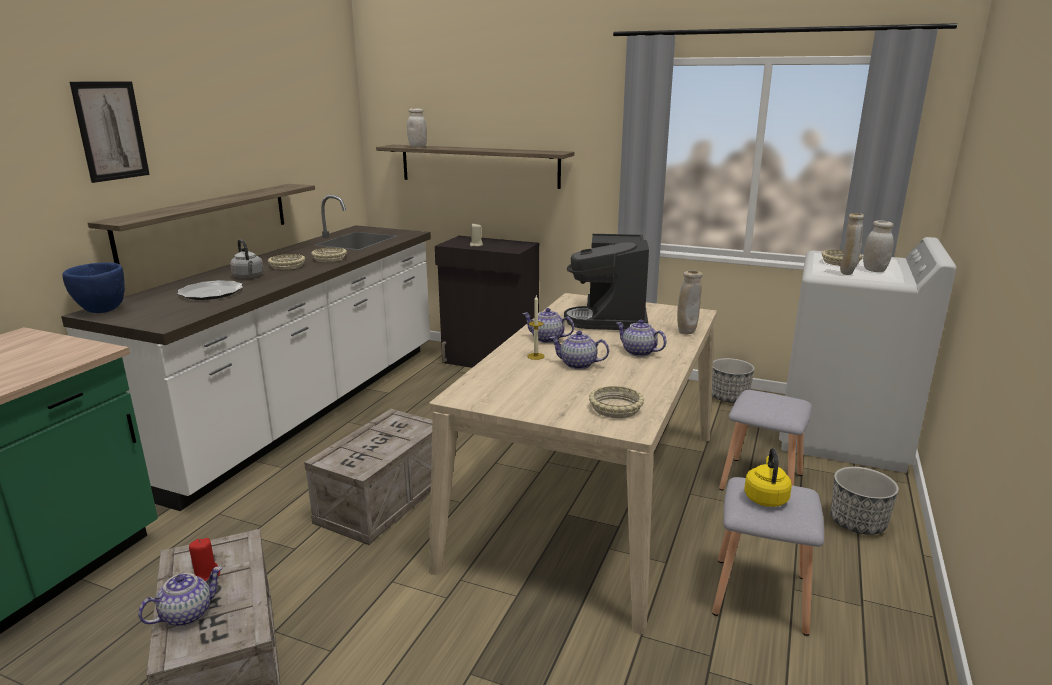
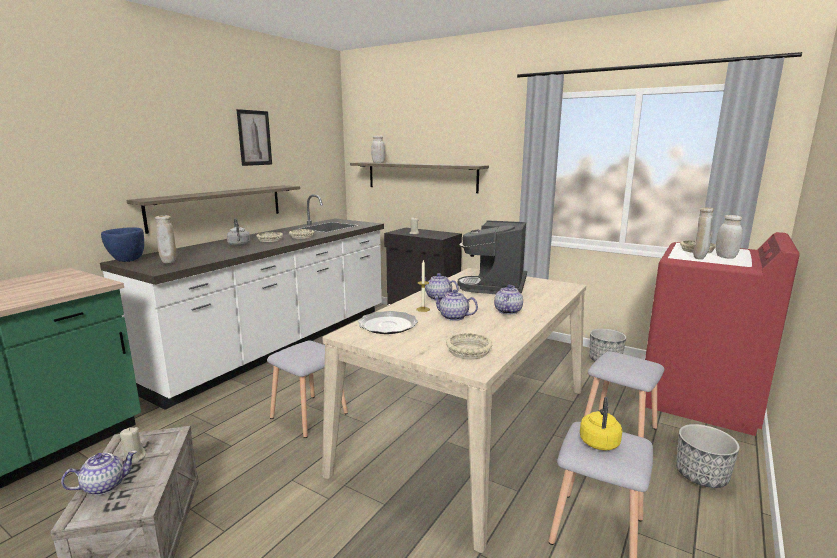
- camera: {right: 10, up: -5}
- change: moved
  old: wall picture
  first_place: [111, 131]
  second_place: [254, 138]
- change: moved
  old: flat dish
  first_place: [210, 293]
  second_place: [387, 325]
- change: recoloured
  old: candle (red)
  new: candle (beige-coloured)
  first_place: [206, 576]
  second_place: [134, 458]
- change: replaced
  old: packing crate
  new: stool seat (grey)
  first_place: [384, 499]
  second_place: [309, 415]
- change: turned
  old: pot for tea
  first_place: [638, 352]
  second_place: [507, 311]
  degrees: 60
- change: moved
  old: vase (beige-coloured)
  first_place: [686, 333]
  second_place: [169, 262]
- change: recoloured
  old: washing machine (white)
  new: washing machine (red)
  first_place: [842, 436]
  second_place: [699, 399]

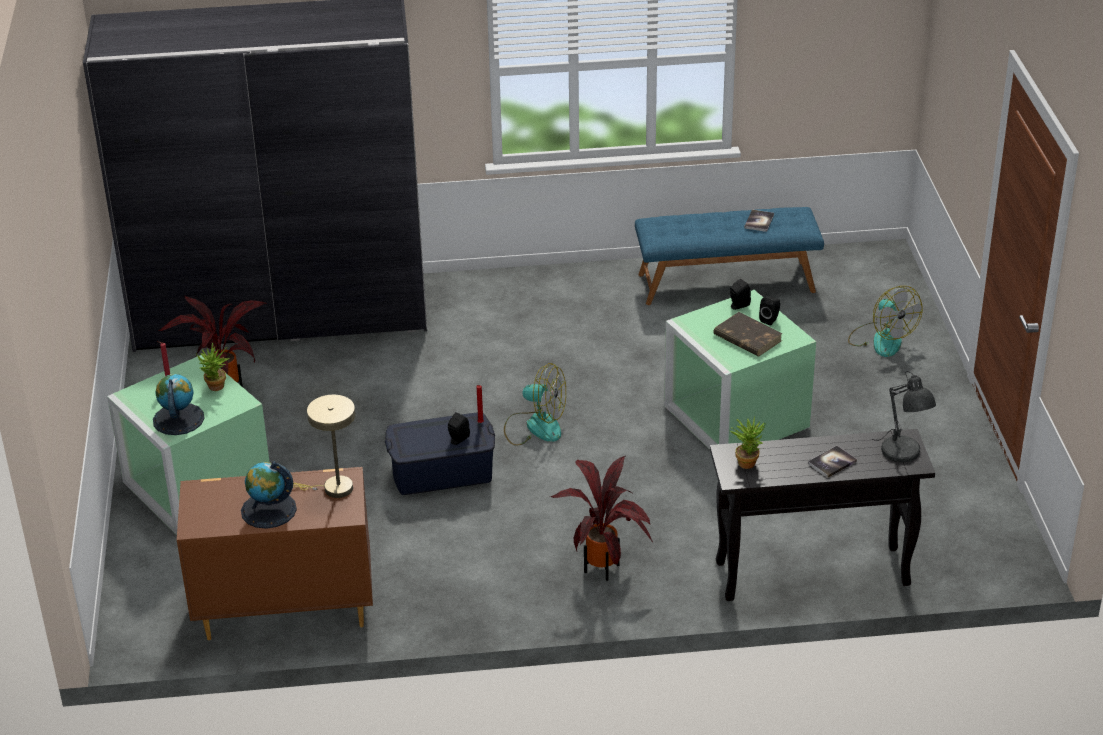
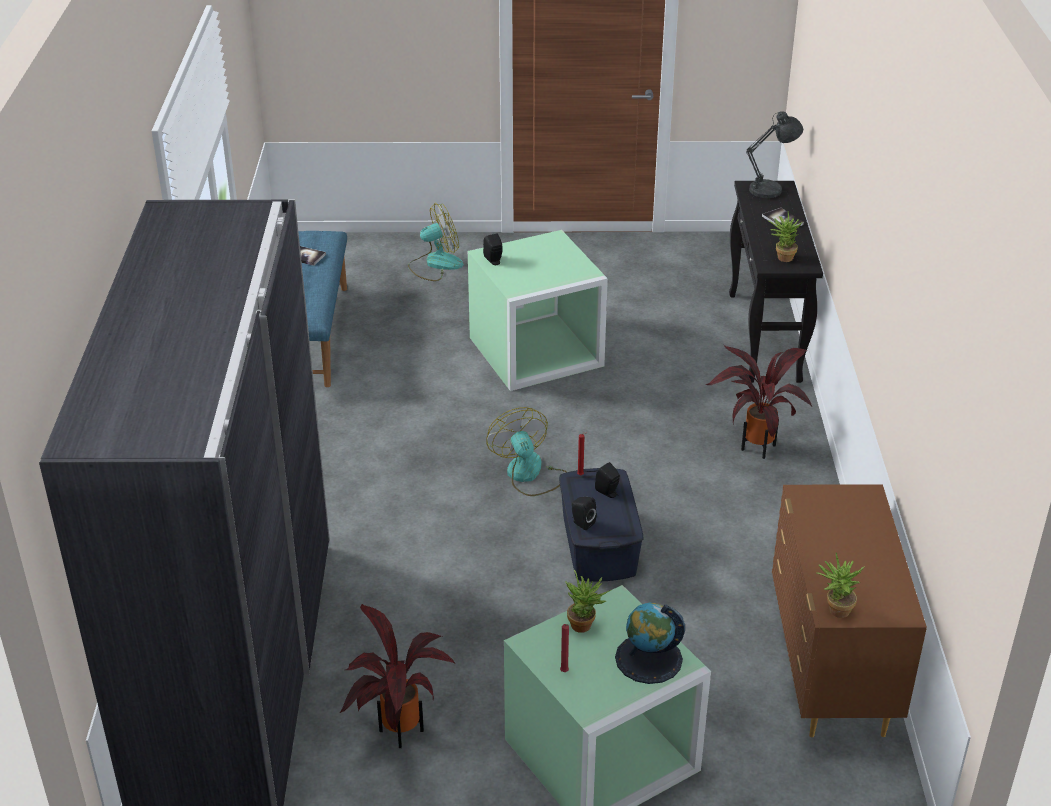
- camera: {right: -85, up: 0}
- change: removed
  old: world globe
  first_place: [268, 510]
- change: removed
  old: lamp for a table (beige-coloured)
  first_place: [333, 489]
- change: turned
  old: electric fan
  first_place: [535, 426]
  second_place: [529, 475]
  degrees: -45
- change: removed
  old: book (brown-coloured)
  first_place: [747, 337]
- change: moved
  old: speaker (blackish)
  first_place: [770, 320]
  second_place: [581, 523]
- change: added
  new: potted plant
  second_place: [835, 610]

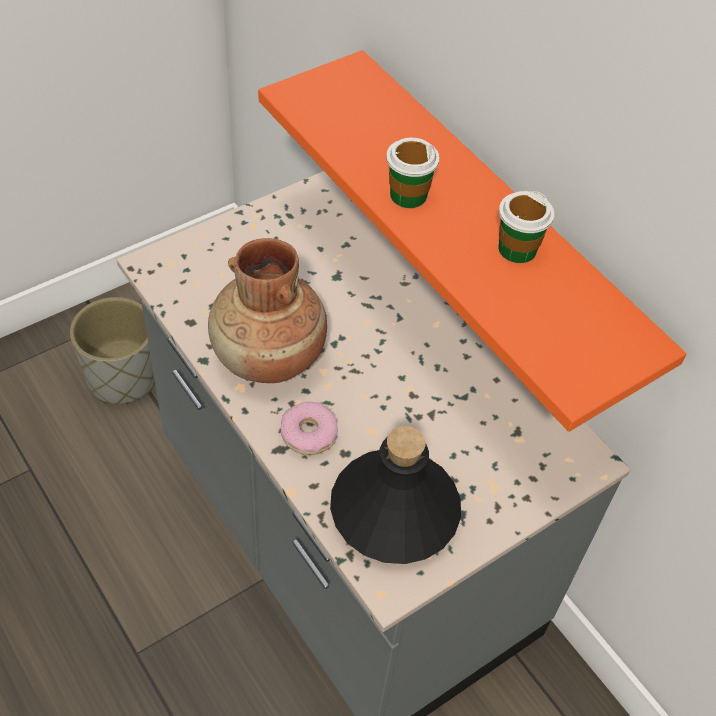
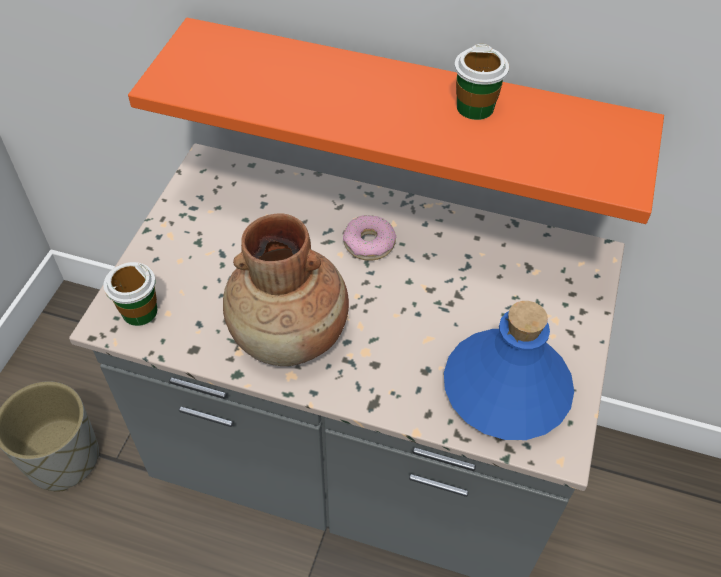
- camera: {right: -35, up: 0}
- change: moved
  old: donut
  first_place: [309, 433]
  second_place: [369, 243]
- change: recoloured
  old: drink bottle (blackish)
  new: drink bottle (bluish)
  first_place: [395, 510]
  second_place: [506, 388]
- change: moved
  old: drinking cup
  first_place: [408, 195]
  second_place: [139, 311]

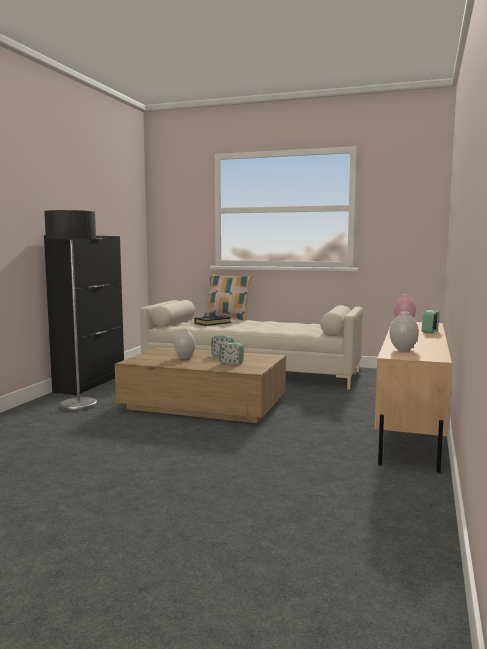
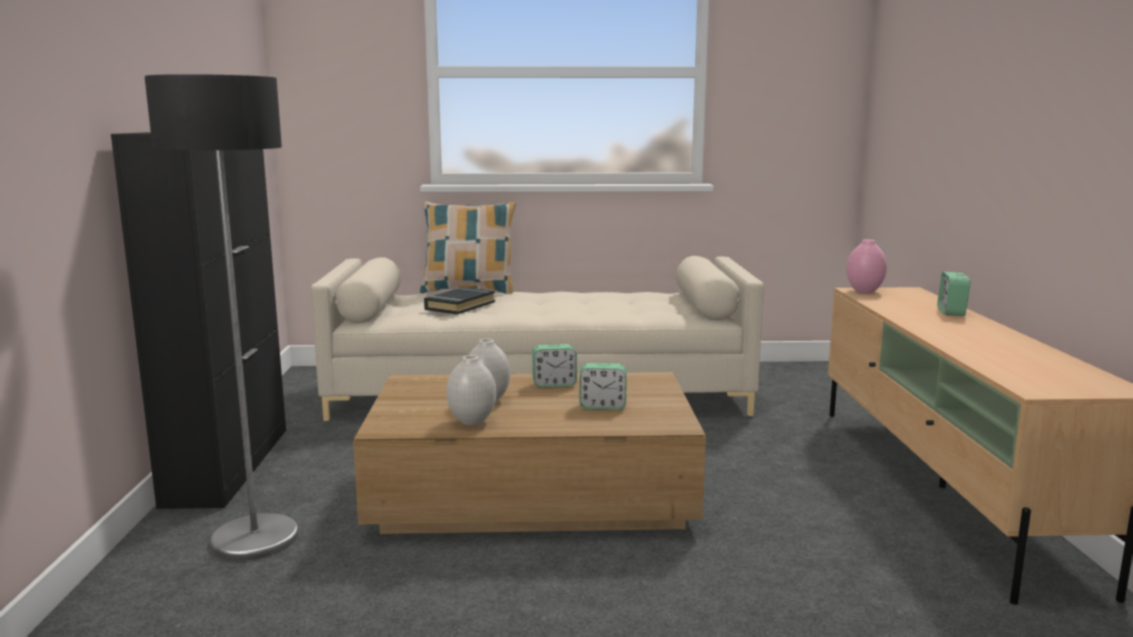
- camera: {right: -20, up: 5}
- change: moved
  old: vase (white)
  first_place: [403, 349]
  second_place: [472, 421]

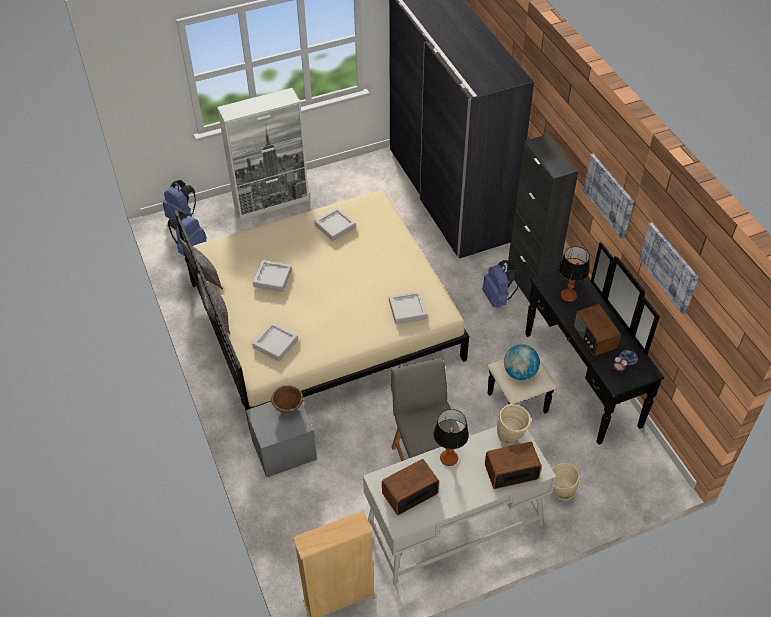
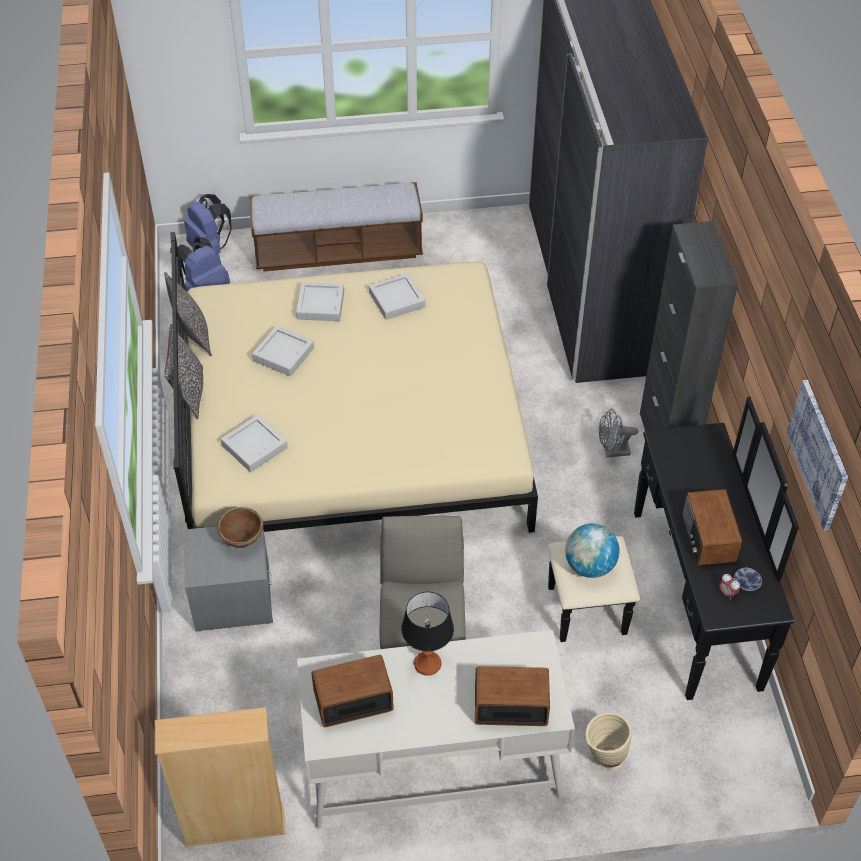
- camera: {right: 15, up: 0}
- change: replaced
  old: storage cabinet (white)
  new: long seat
  first_place: [272, 202]
  second_place: [338, 251]
- change: moved
  old: carrying tray (grey)
  first_place: [407, 310]
  second_place: [320, 305]
- change: replaced
  old: knapsack (bluish)
  new: electric fan (grey)
  first_place: [498, 298]
  second_place: [612, 452]
- change: removed
  old: vase (beige-coloured)
  first_place: [511, 437]
- change: removed
  old: lamp for a table
  first_place: [568, 295]
- change: removed
  old: wall picture
  first_place: [609, 195]

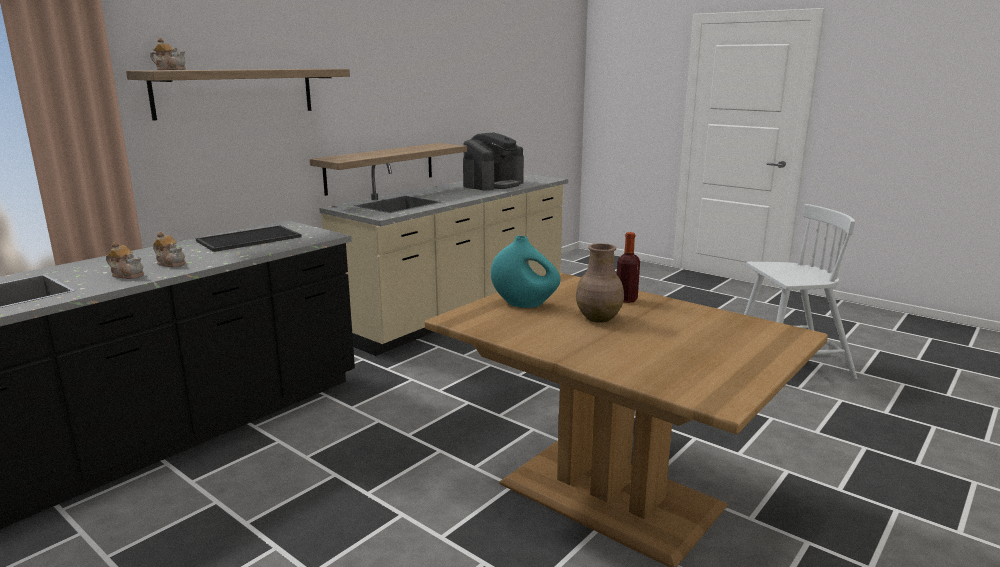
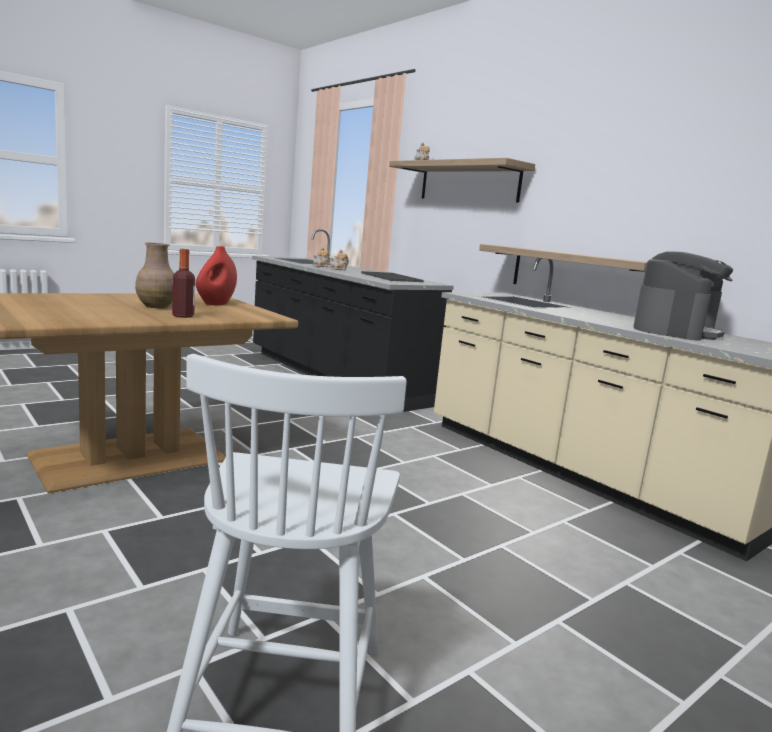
- camera: {right: 100, up: -5}
- change: turned
  old: coffee maker
  first_place: [493, 184]
  second_place: [675, 331]
  degrees: -105
- change: recoloured
  old: vase (blue-green)
  new: vase (red)
  first_place: [524, 304]
  second_place: [216, 304]

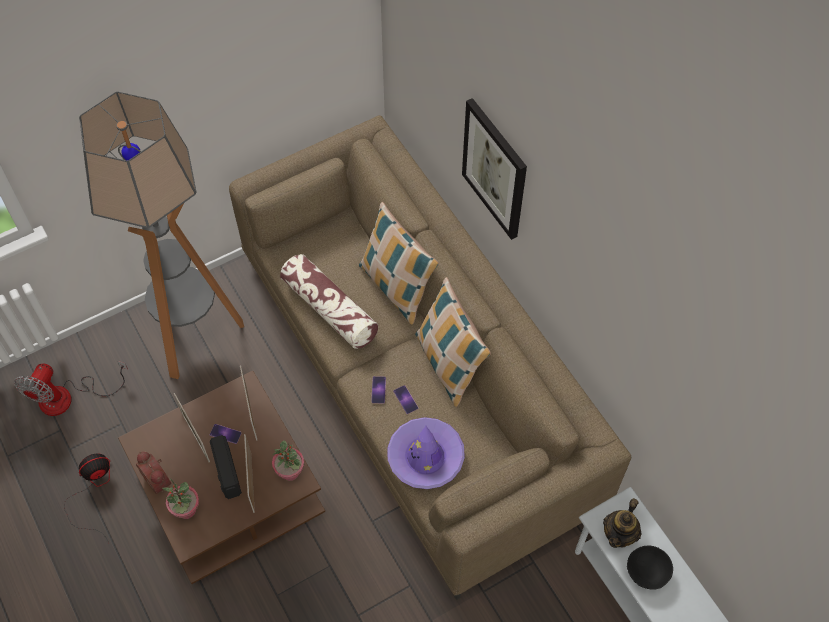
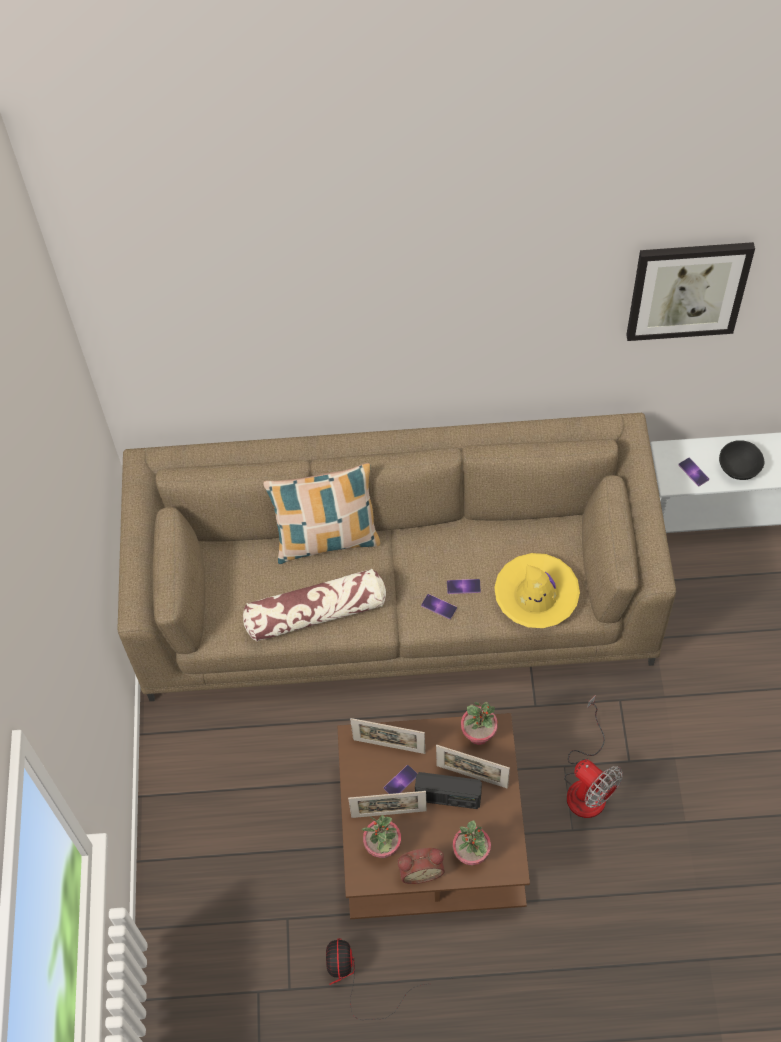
- camera: {right: -60, up: 0}
- change: moved
  old: electric fan
  first_place: [68, 397]
  second_place: [587, 784]
- change: removed
  old: floor lamp
  first_place: [192, 334]
- change: recoloured
  old: hat (purple-coloured)
  new: hat (yellowish)
  first_place: [426, 457]
  second_place: [536, 595]
- change: removed
  old: throw pillow
  first_place: [449, 364]
- change: moved
  old: wall picture
  first_place: [495, 169]
  second_place: [687, 290]
- change: replaced
  old: pot for tea
  new: phone
  first_place: [619, 534]
  second_place: [693, 472]
- change: added
  new: potted plant
  second_place: [383, 847]

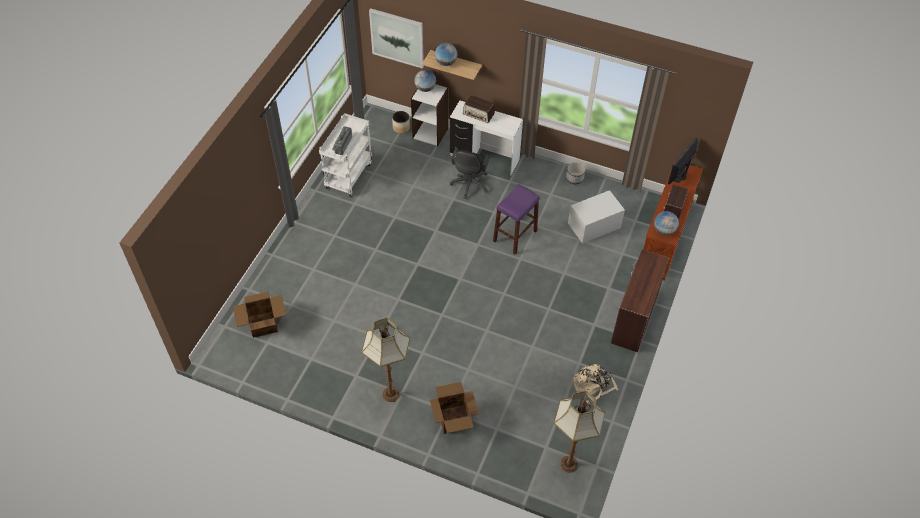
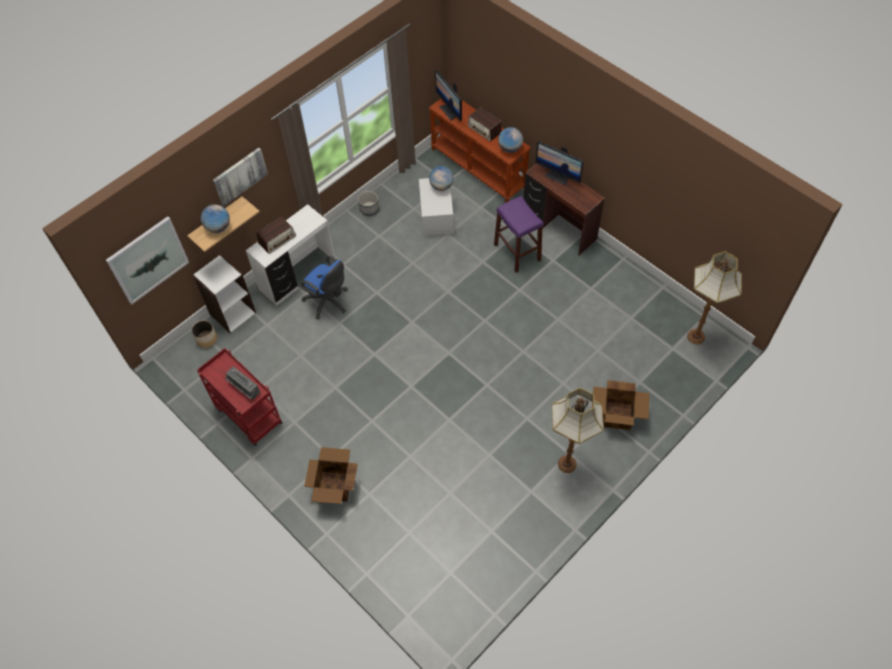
- camera: {right: -65, up: 5}
- change: moved
  old: packing box
  first_place: [262, 324]
  second_place: [334, 487]
- change: recoloured
  old: wheeled cart (white)
  new: wheeled cart (red)
  first_place: [348, 175]
  second_place: [247, 415]
- change: moved
  old: world globe
  first_place: [425, 88]
  second_place: [441, 186]
- change: recoloured
  old: computer chair (blackish)
  new: computer chair (bluish)
  first_place: [469, 185]
  second_place: [328, 302]
- change: moved
  old: stool seat (purple-coloured)
  first_place: [515, 236]
  second_place: [517, 252]
- change: removed
  old: knapsack (beige-coloured)
  first_place: [593, 386]
- change: added
  new: wall picture
  second_place: [240, 176]
- change: added
  new: computer display
  second_place: [558, 176]

